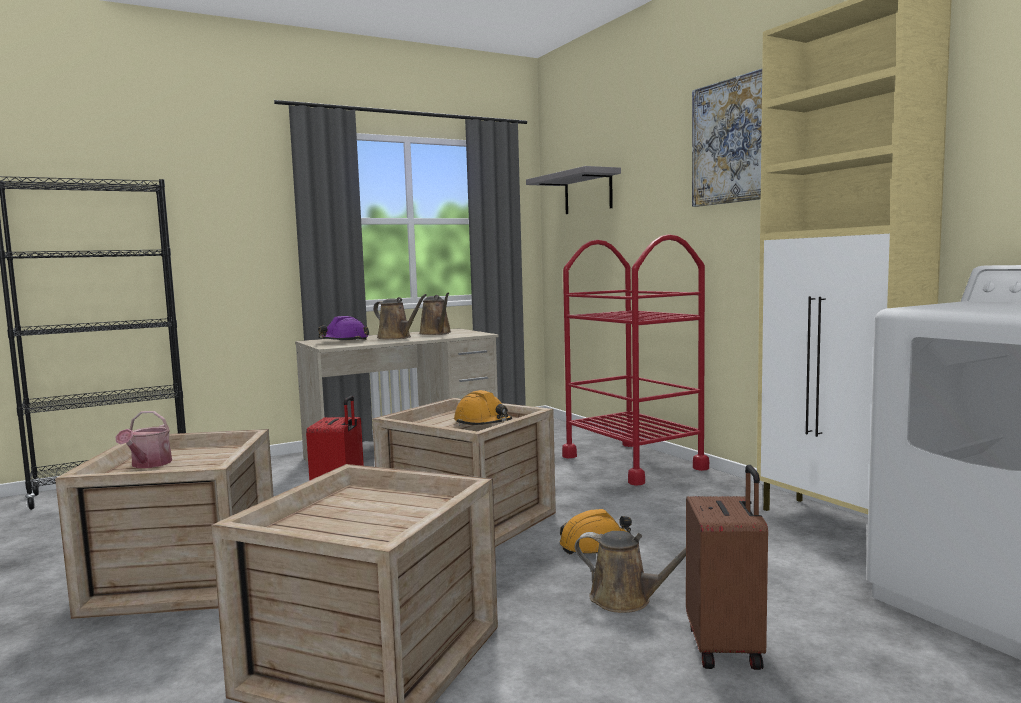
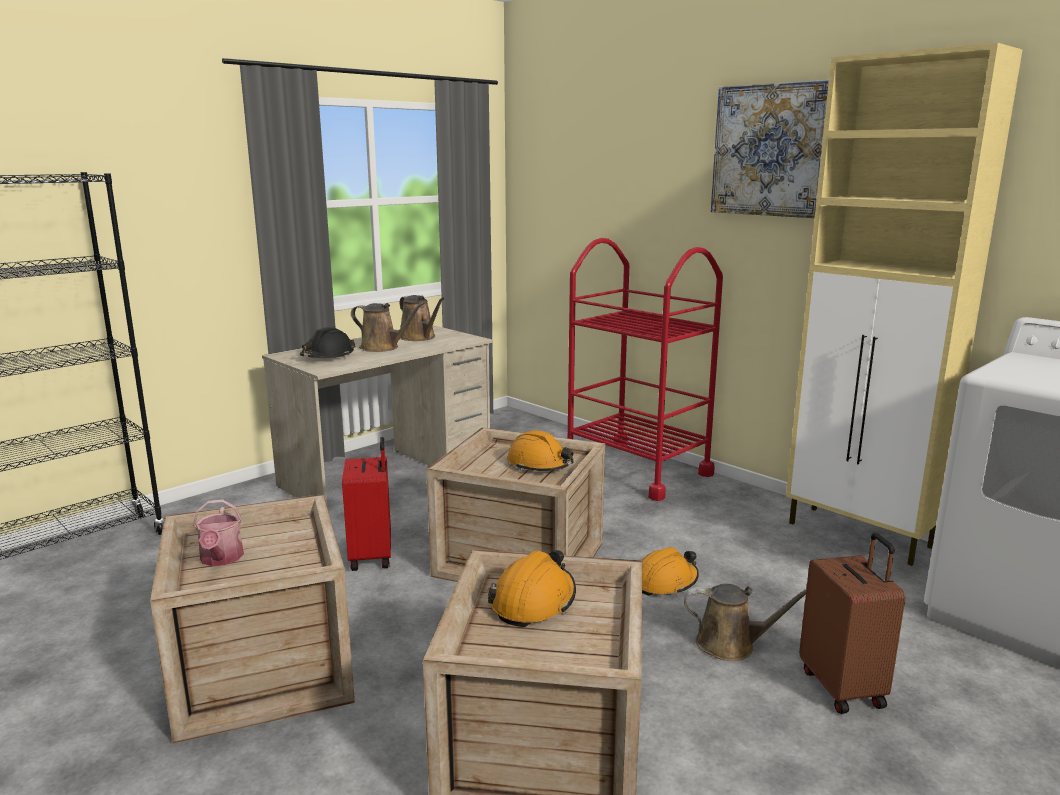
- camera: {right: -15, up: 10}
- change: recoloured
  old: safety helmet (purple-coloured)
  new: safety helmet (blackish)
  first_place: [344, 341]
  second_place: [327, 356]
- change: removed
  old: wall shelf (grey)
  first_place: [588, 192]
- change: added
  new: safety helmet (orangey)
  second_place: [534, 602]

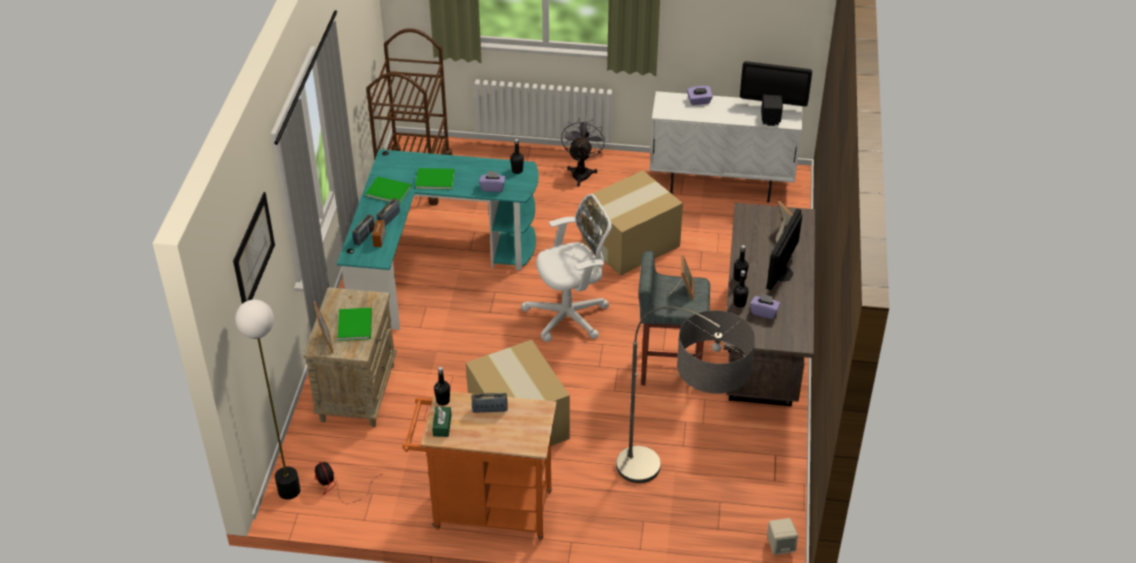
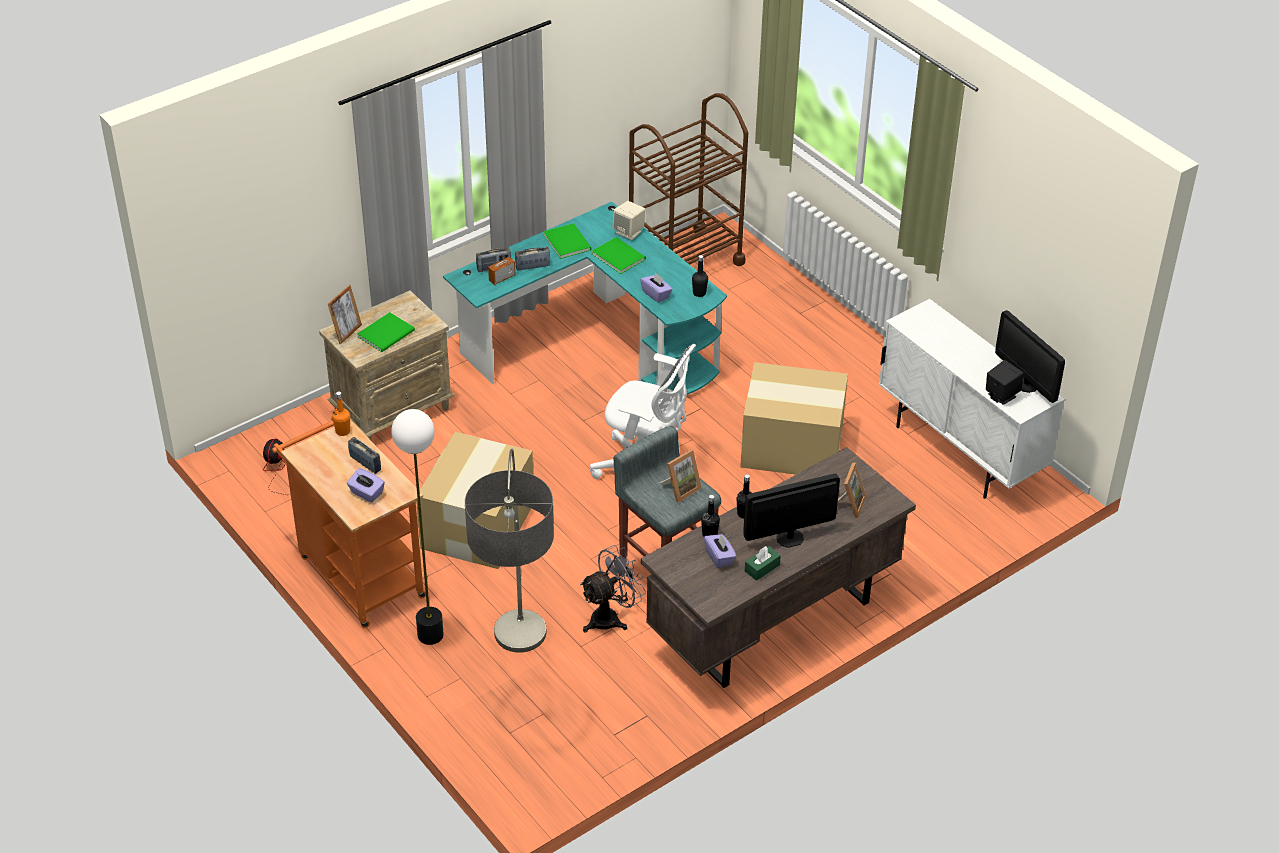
- camera: {right: 45, up: 0}
- change: removed
  old: wall picture
  first_place: [253, 252]
- change: moved
  old: floor lamp
  first_place: [289, 491]
  second_place: [430, 635]
- change: moved
  old: tissue holder (green)
  first_place: [442, 426]
  second_place: [762, 568]
- change: recoloured
  old: drink bottle (blackish)
  new: drink bottle (orangey)
  first_place: [443, 401]
  second_place: [343, 431]
- change: moved
  old: electric fan (grey)
  first_place: [581, 172]
  second_place: [611, 617]
- change: moved
  old: tissue holder (purple-coloured)
  first_place: [699, 101]
  second_place: [366, 493]
- change: moved
  old: speaker (beige-coloured)
  first_place: [780, 546]
  second_place: [629, 232]

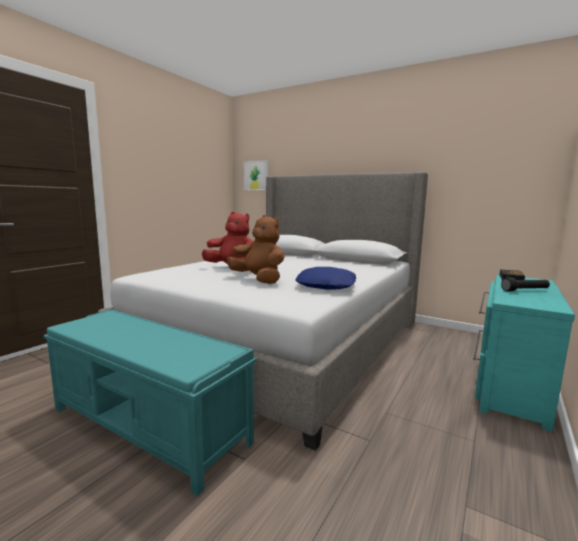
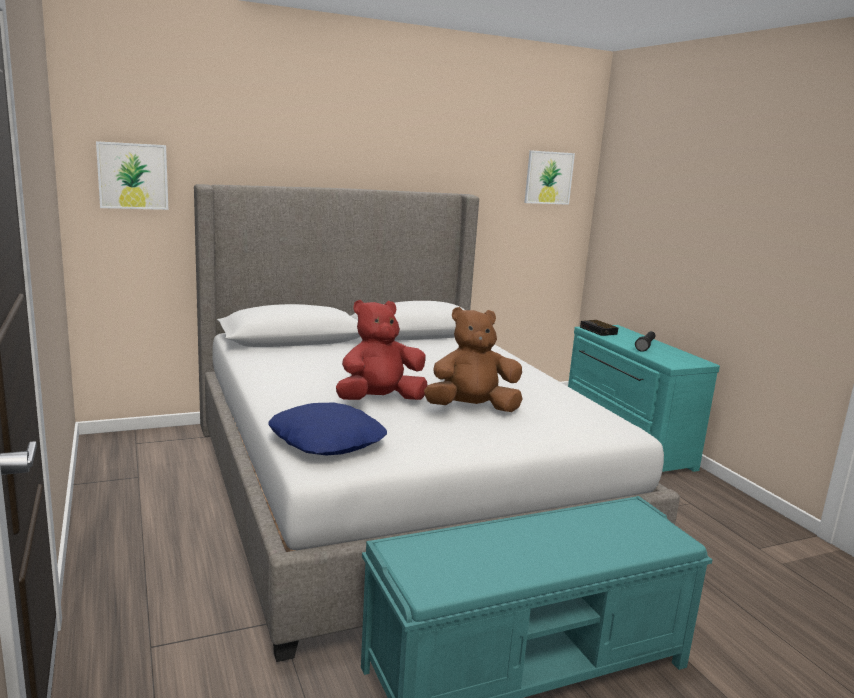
- camera: {right: -55, up: 5}
- change: moved
  old: throw pillow (bluish)
  first_place: [326, 285]
  second_place: [327, 440]
- change: added
  new: wall picture
  second_place: [548, 177]

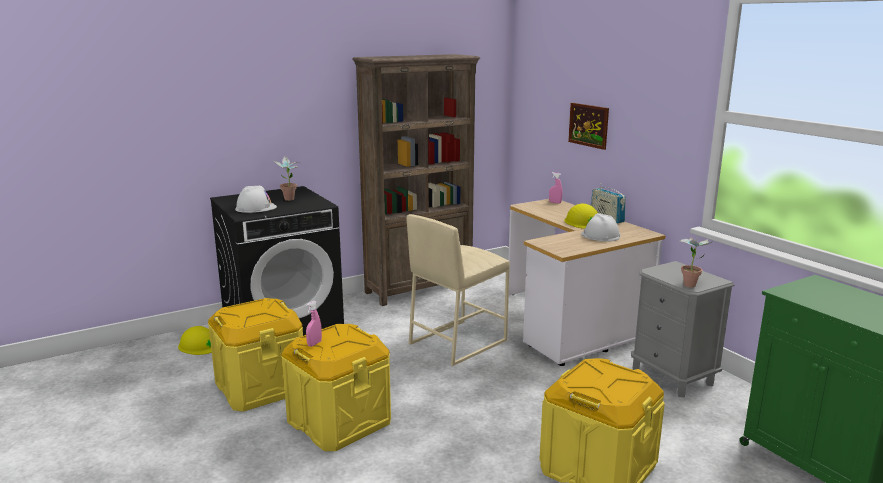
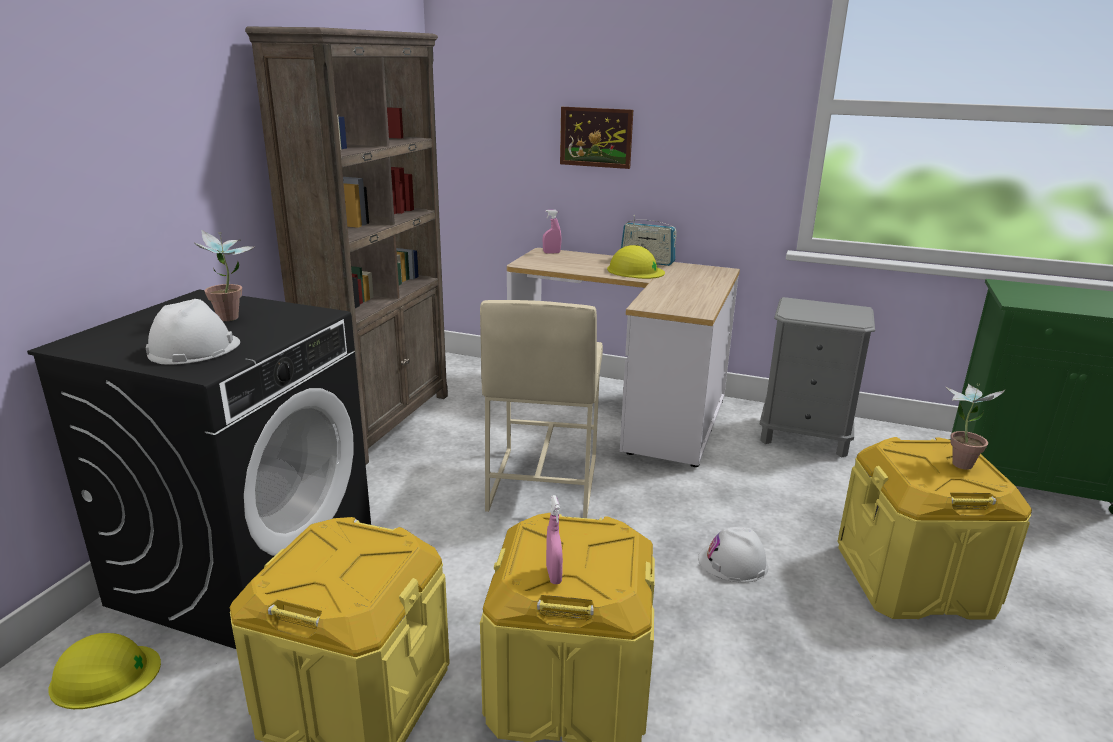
- camera: {right: -40, up: 5}
- change: moved
  old: safety helmet (white)
  first_place: [600, 235]
  second_place: [733, 562]
- change: moved
  old: potted plant
  first_place: [691, 284]
  second_place: [958, 461]

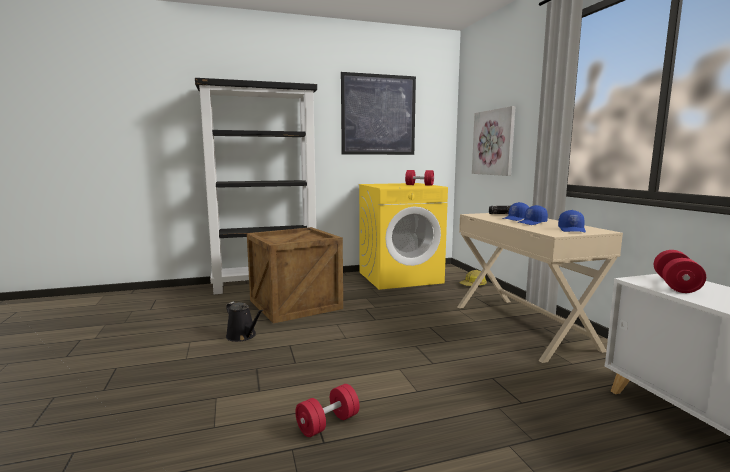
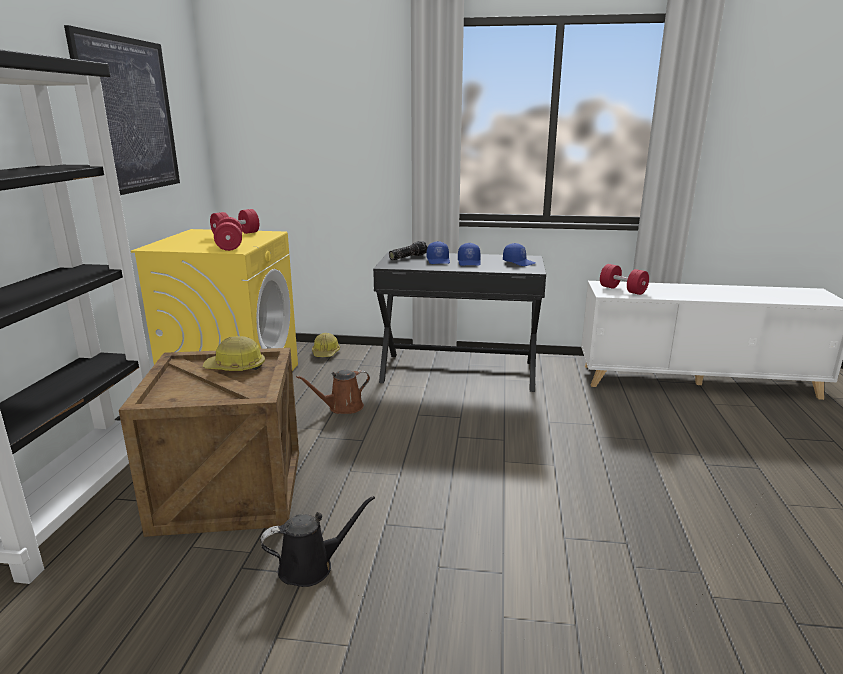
- camera: {right: -65, up: 10}
- change: moved
  old: free weight (red)
  first_place: [328, 423]
  second_place: [230, 246]
- change: recoloured
  old: desk (beige-coloured)
  new: desk (blackish)
  first_place: [523, 326]
  second_place: [458, 371]
- change: removed
  old: wall picture
  first_place: [494, 142]
- change: added
  new: safety helmet
  second_place: [236, 367]
- change: added
  new: watering can (brown-coloured)
  second_place: [342, 407]

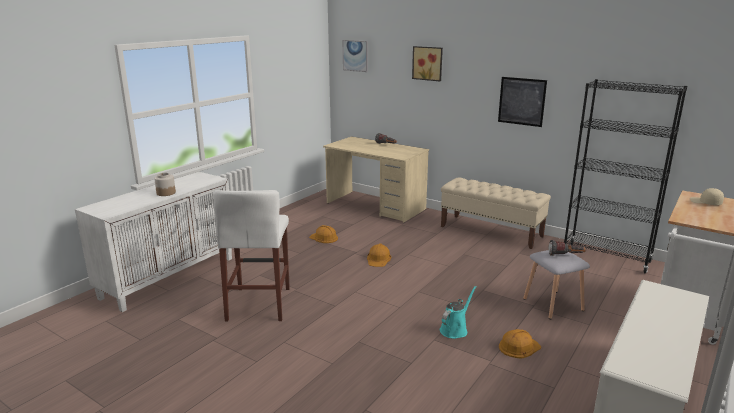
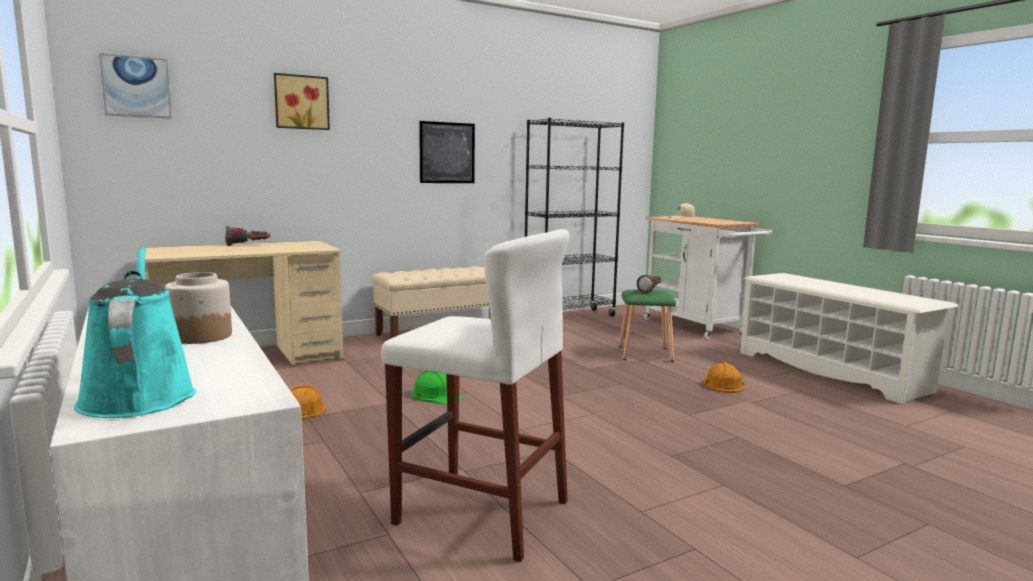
- camera: {right: -65, up: -10}
- change: recoloured
  old: safety helmet (orangey)
  new: safety helmet (green)
  first_place: [378, 259]
  second_place: [436, 395]
- change: moved
  old: watering can (blue-green)
  first_place: [455, 329]
  second_place: [138, 395]
- change: recoloured
  old: stool seat (grey)
  new: stool seat (green)
  first_place: [552, 304]
  second_place: [644, 353]

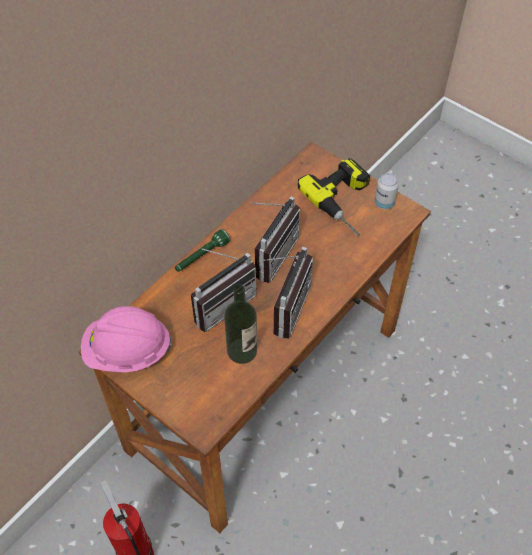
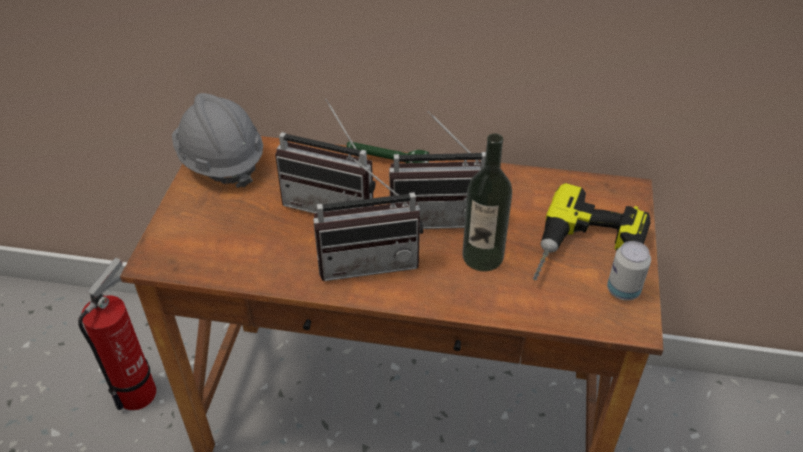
- camera: {right: 60, up: -10}
- change: recoloured
  old: safety helmet (pinkish)
  new: safety helmet (grey)
  first_place: [127, 352]
  second_place: [220, 161]
- change: moved
  old: drink bottle
  first_place: [242, 351]
  second_place: [482, 256]

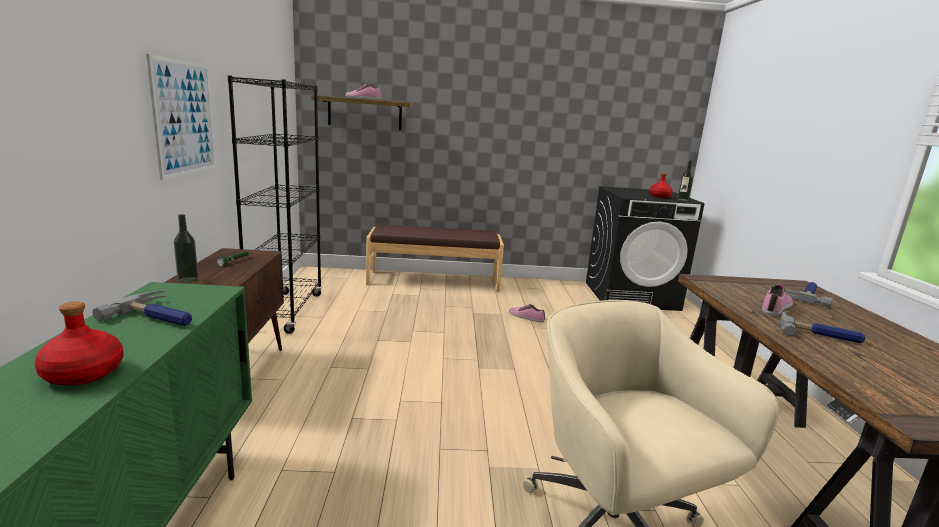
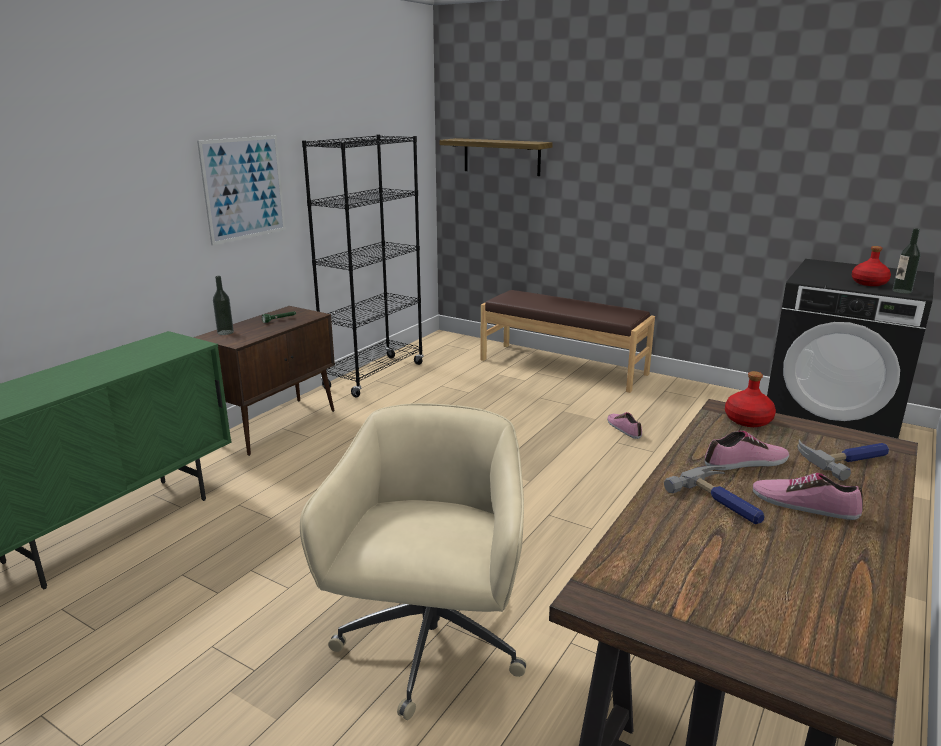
- camera: {right: 35, up: 5}
- change: moved
  old: drink bottle (red)
  first_place: [82, 373]
  second_place: [747, 420]
- change: removed
  old: hammer
  first_place: [159, 316]
- change: moved
  old: item of footwear
  first_place: [363, 98]
  second_place: [804, 504]

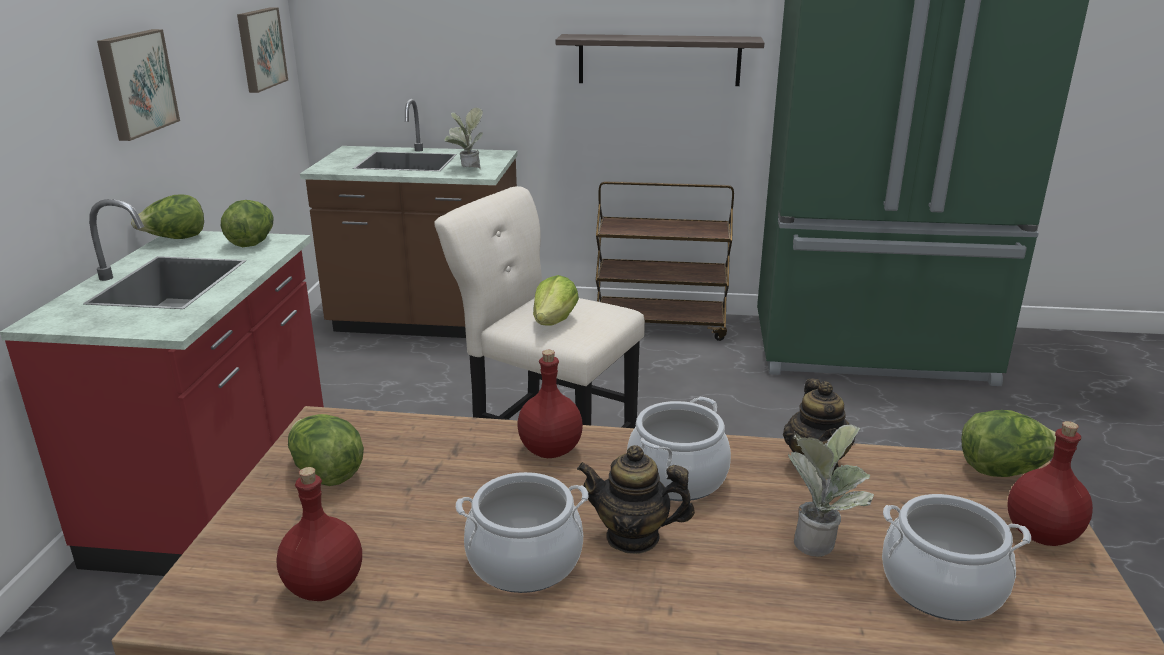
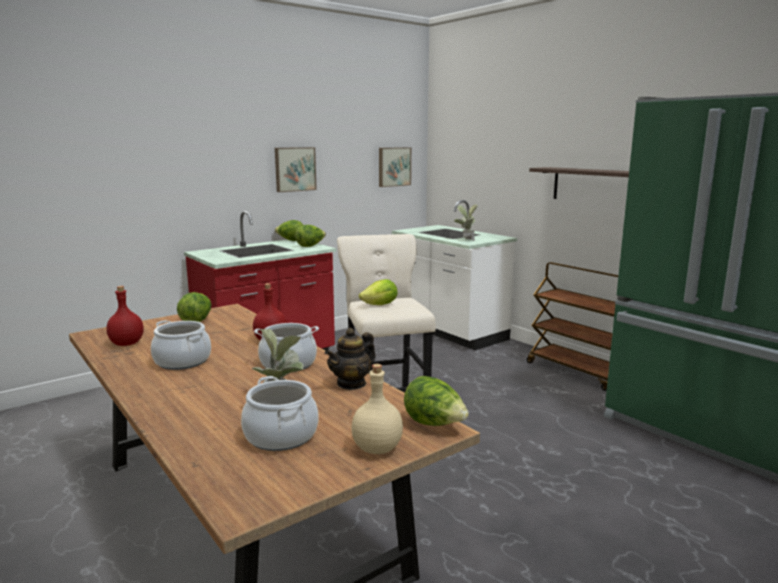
- camera: {right: 45, up: -10}
- change: recoloured
  old: counter (brown-coloured)
  new: counter (white)
  first_place: [426, 323]
  second_place: [449, 332]
- change: removed
  old: pot for tea
  first_place: [633, 537]
- change: recoloured
  old: drink bottle (red)
  new: drink bottle (beige-coloured)
  first_place: [1040, 533]
  second_place: [377, 448]

